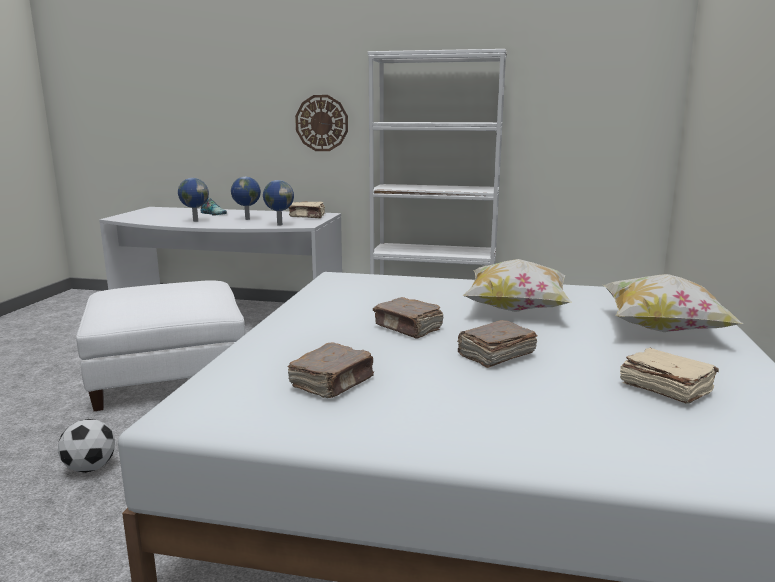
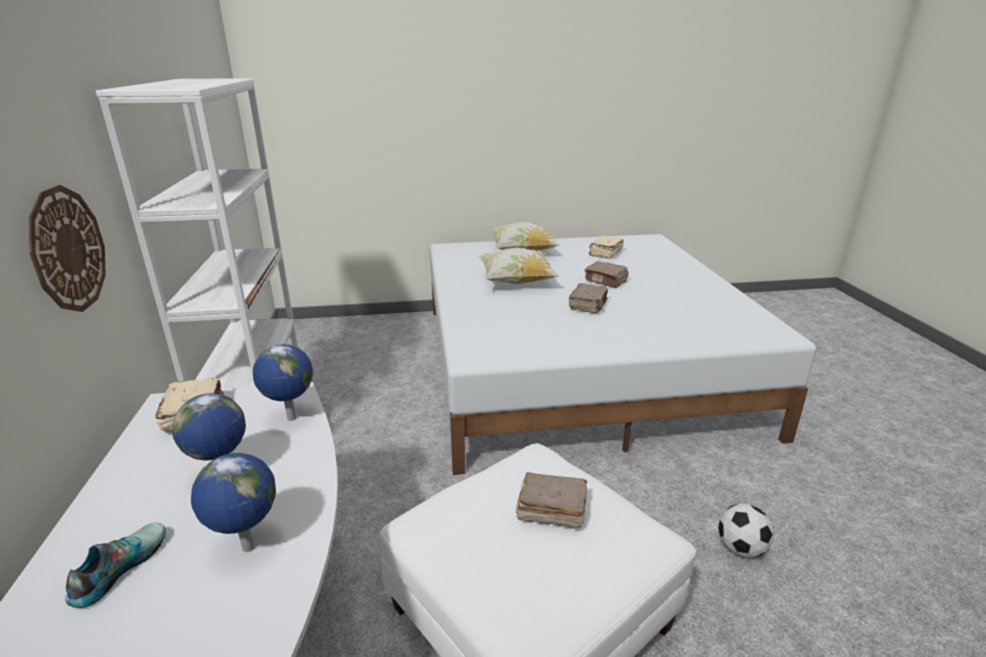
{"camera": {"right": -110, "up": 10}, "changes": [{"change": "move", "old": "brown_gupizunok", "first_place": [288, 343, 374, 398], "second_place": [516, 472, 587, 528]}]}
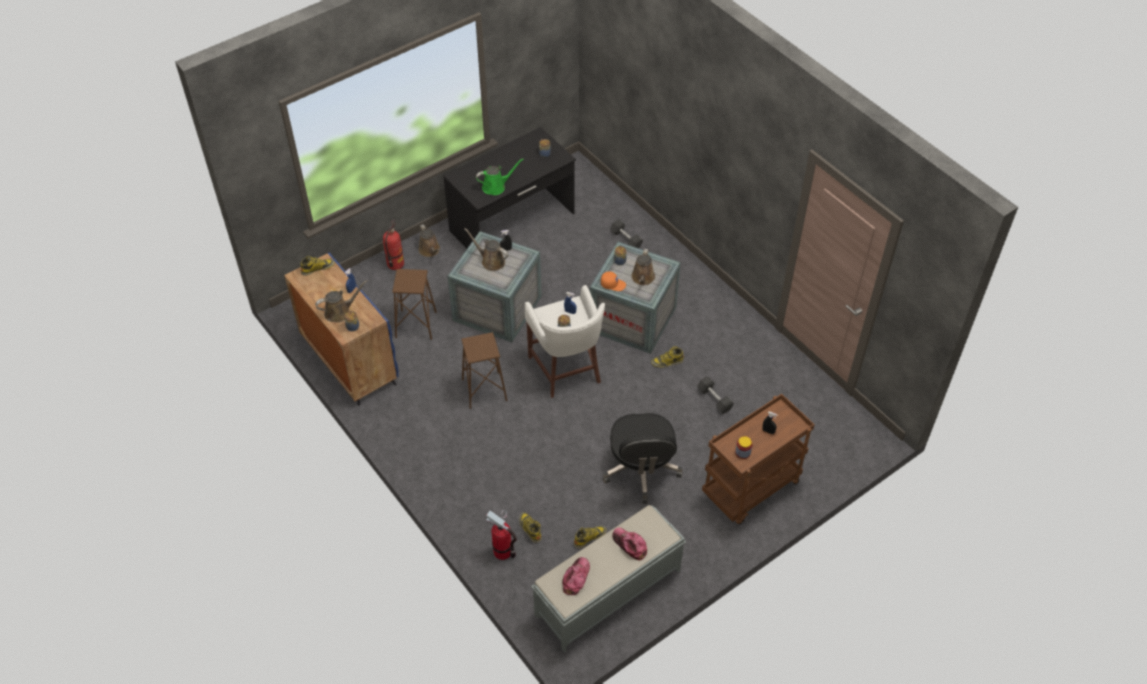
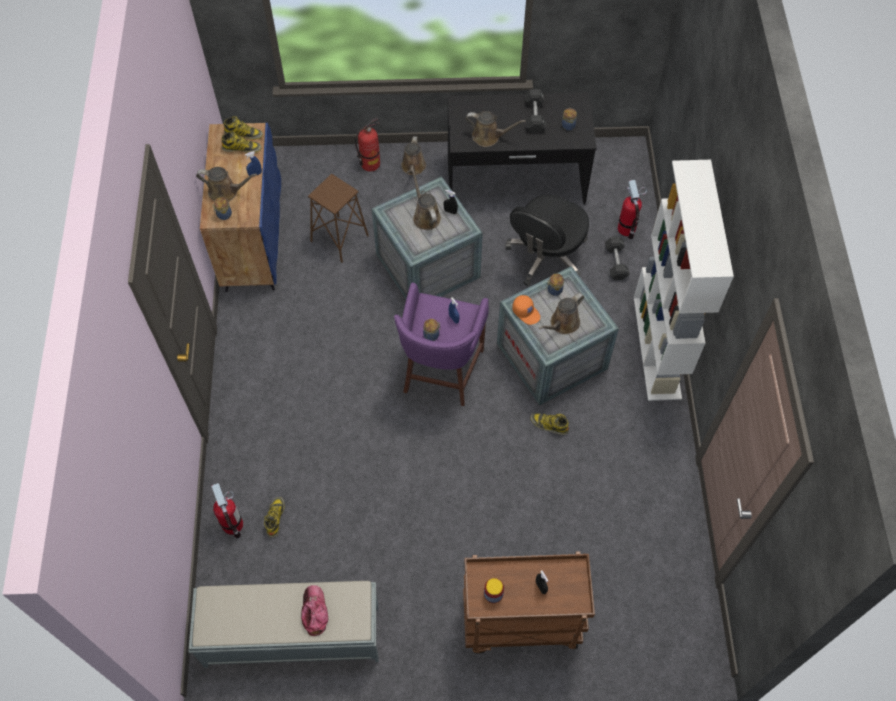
{"camera": {"right": 35, "up": 10}, "changes": [{"change": "delete", "old": "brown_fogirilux", "first_place": [461, 332, 508, 409]}, {"change": "recolor", "old": "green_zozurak", "new": "brown_zozurak", "first_place": [476, 158, 524, 195], "second_place": [466, 111, 526, 147]}, {"change": "recolor", "old": "white_fogirilux", "new": "purple_fogirilux", "first_place": [525, 285, 605, 398], "second_place": [394, 283, 489, 406]}, {"change": "delete", "old": "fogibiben", "first_place": [562, 557, 590, 595]}, {"change": "move", "old": "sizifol", "first_place": [574, 526, 607, 548], "second_place": [221, 131, 262, 153]}, {"change": "move", "old": "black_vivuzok", "first_place": [603, 413, 683, 504], "second_place": [505, 195, 589, 286]}, {"change": "move", "old": "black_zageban", "first_place": [697, 377, 734, 414], "second_place": [525, 89, 546, 133]}, {"change": "insert", "new": "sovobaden", "second_place": [617, 180, 647, 239]}, {"change": "insert", "new": "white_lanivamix", "second_place": [634, 160, 734, 401]}]}
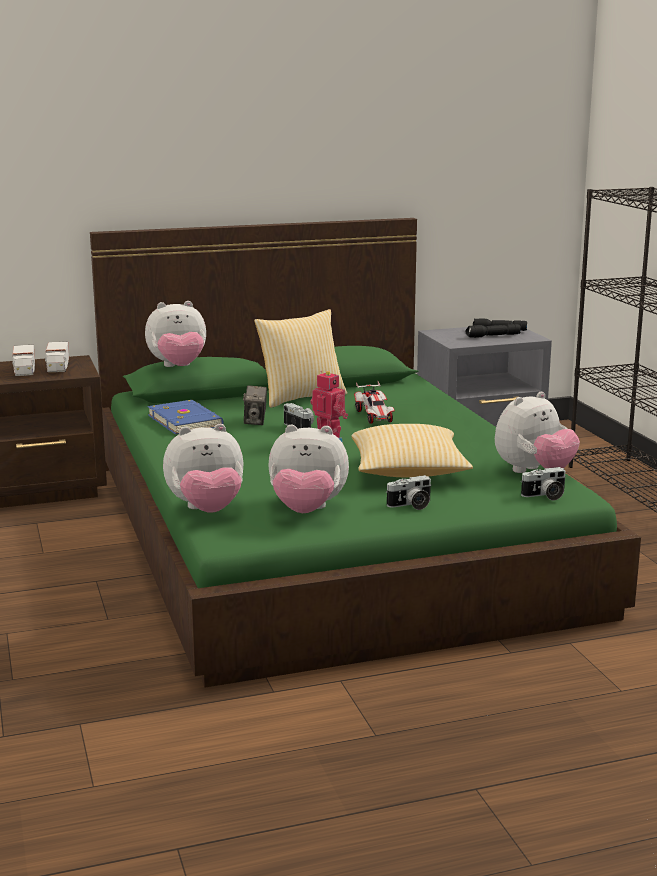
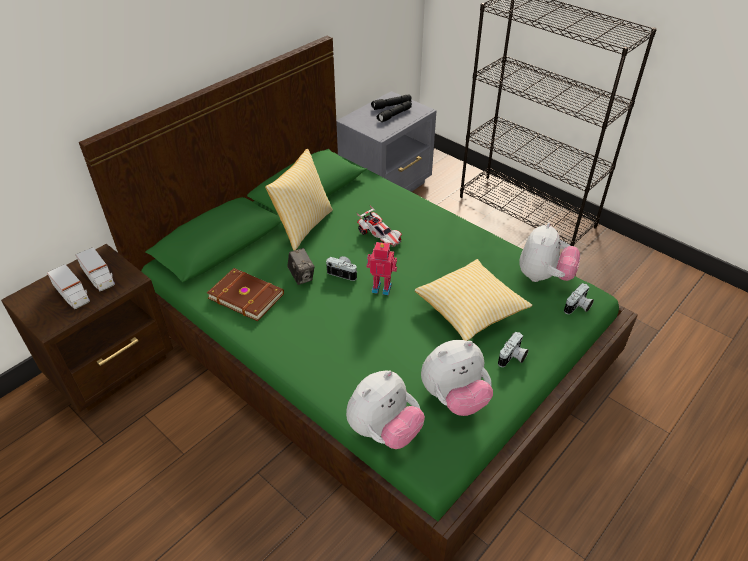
{"camera": {"right": -30, "up": 25}, "changes": [{"change": "delete", "old": "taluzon", "first_place": [145, 301, 206, 367]}, {"change": "recolor", "old": "blue_gupizunok", "new": "brown_gupizunok", "first_place": [147, 400, 223, 434], "second_place": [207, 268, 284, 321]}]}
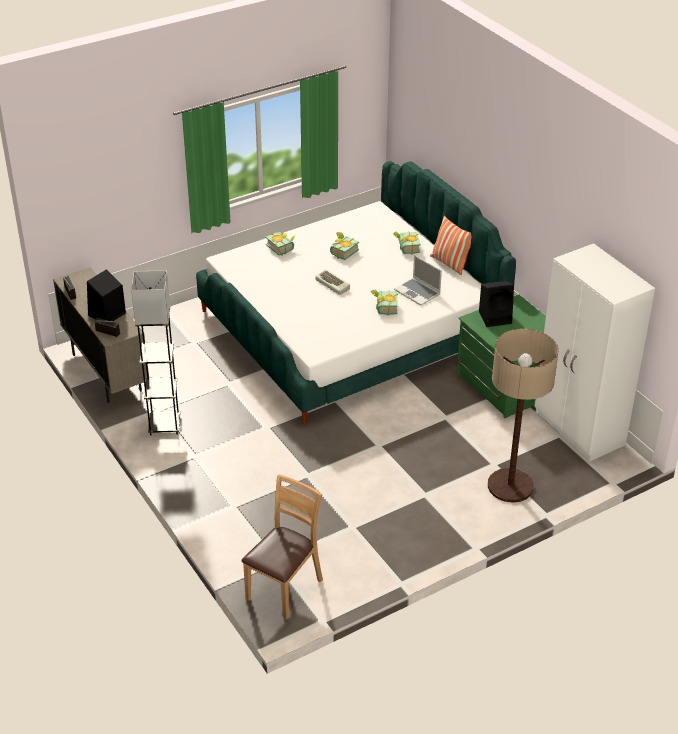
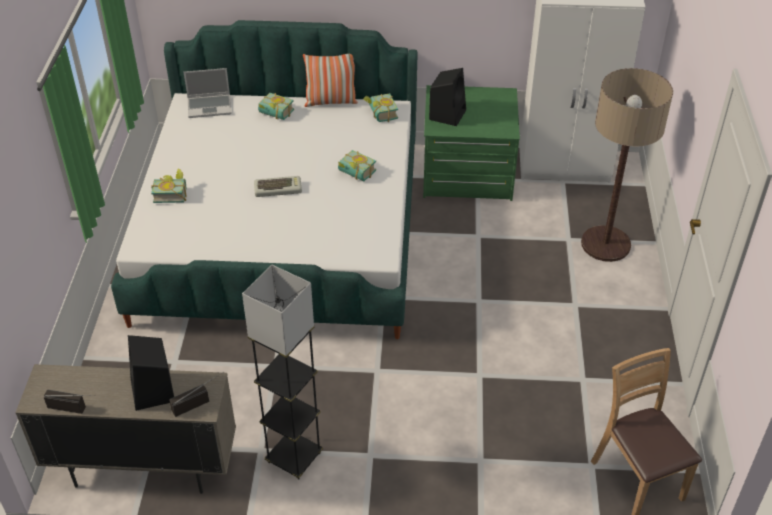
{"camera": {"right": -55, "up": 5}, "changes": [{"change": "move", "old": "gupizunok", "first_place": [330, 232, 359, 260], "second_place": [363, 93, 398, 122]}, {"change": "move", "old": "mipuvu", "first_place": [394, 255, 442, 306], "second_place": [184, 68, 231, 118]}]}
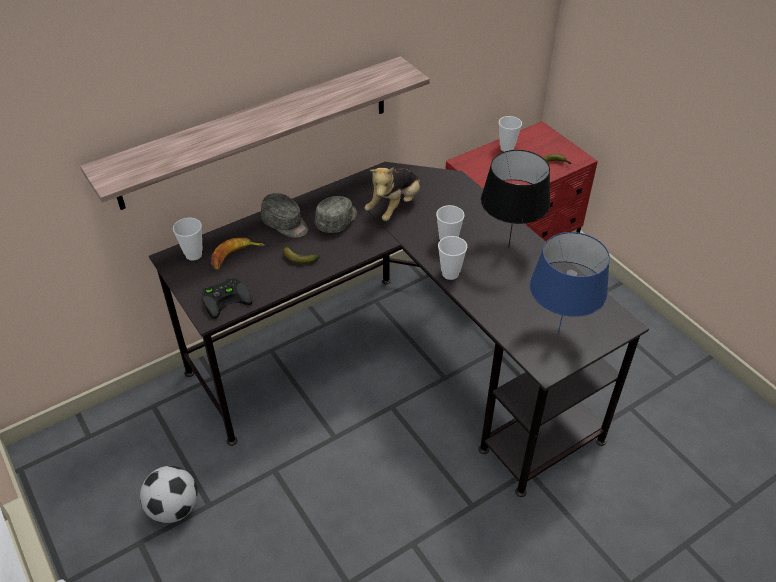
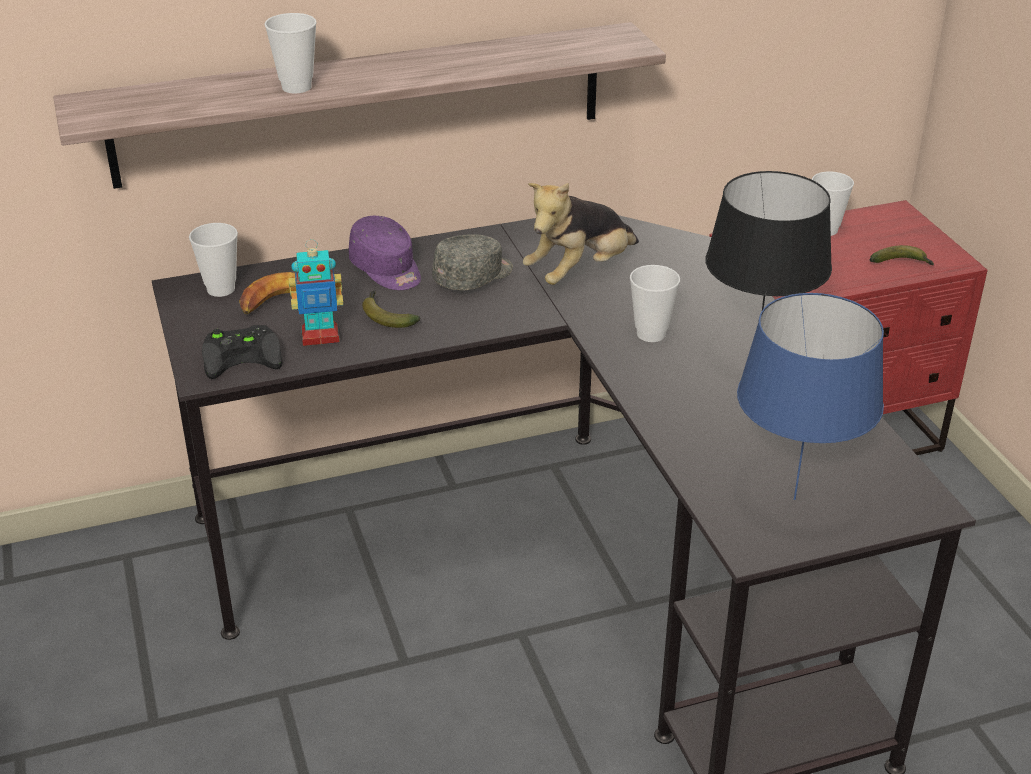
{"camera": {"right": 15, "up": -10}, "changes": [{"change": "delete", "old": "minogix", "first_place": [140, 466, 198, 523]}, {"change": "recolor", "old": "grey_fogibiben", "new": "purple_fogibiben", "first_place": [261, 193, 308, 238], "second_place": [349, 216, 421, 290]}, {"change": "move", "old": "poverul", "first_place": [438, 236, 467, 280], "second_place": [264, 13, 317, 93]}, {"change": "insert", "new": "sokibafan", "second_place": [288, 239, 343, 346]}]}
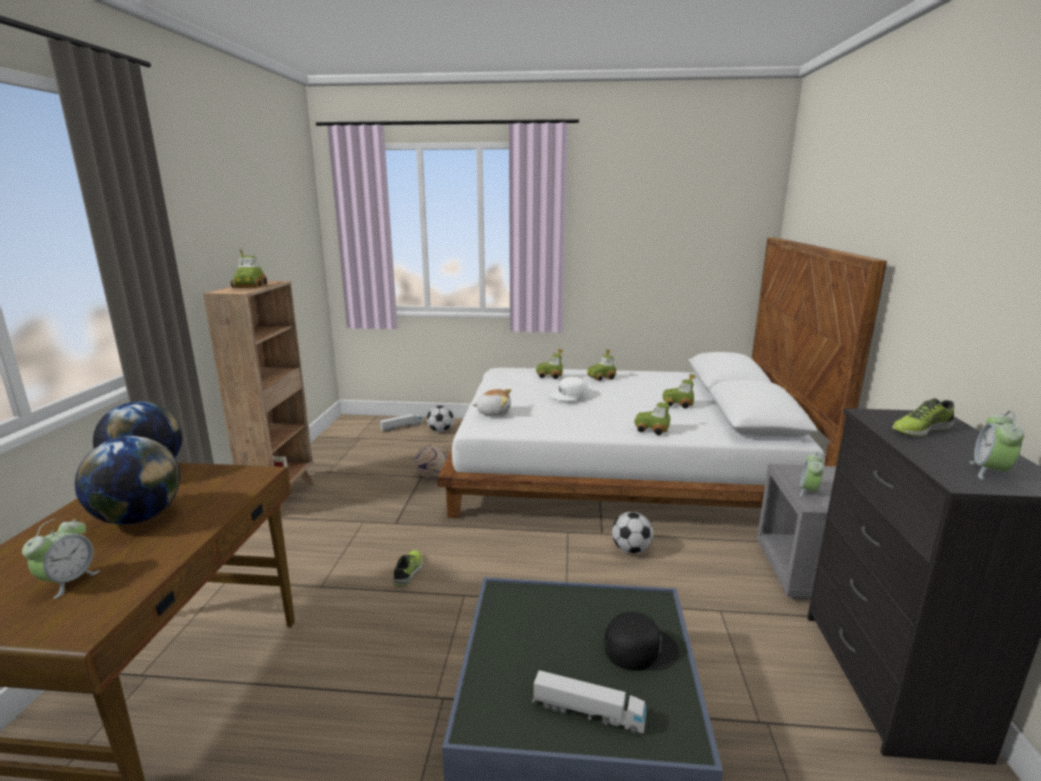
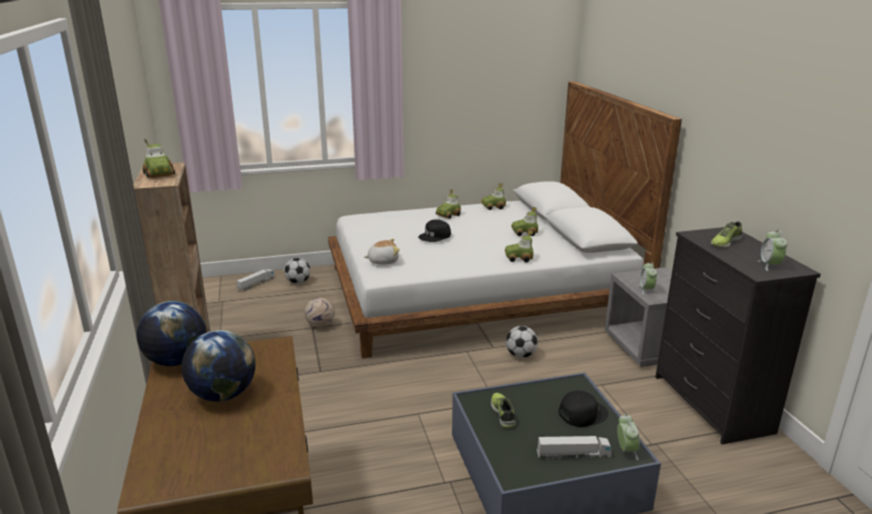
{"camera": {"right": -20, "up": 5}, "changes": [{"change": "move", "old": "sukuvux", "first_place": [22, 519, 101, 599], "second_place": [617, 414, 640, 460]}, {"change": "move", "old": "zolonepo", "first_place": [393, 550, 423, 587], "second_place": [491, 393, 516, 428]}, {"change": "move", "old": "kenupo", "first_place": [536, 349, 563, 379], "second_place": [481, 183, 506, 210]}, {"change": "recolor", "old": "white_fogibiben", "new": "black_fogibiben", "first_place": [550, 377, 589, 401], "second_place": [418, 219, 451, 242]}]}
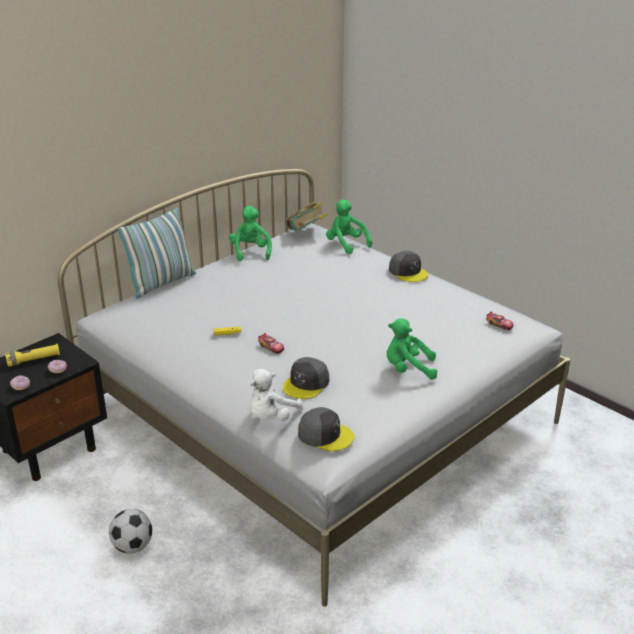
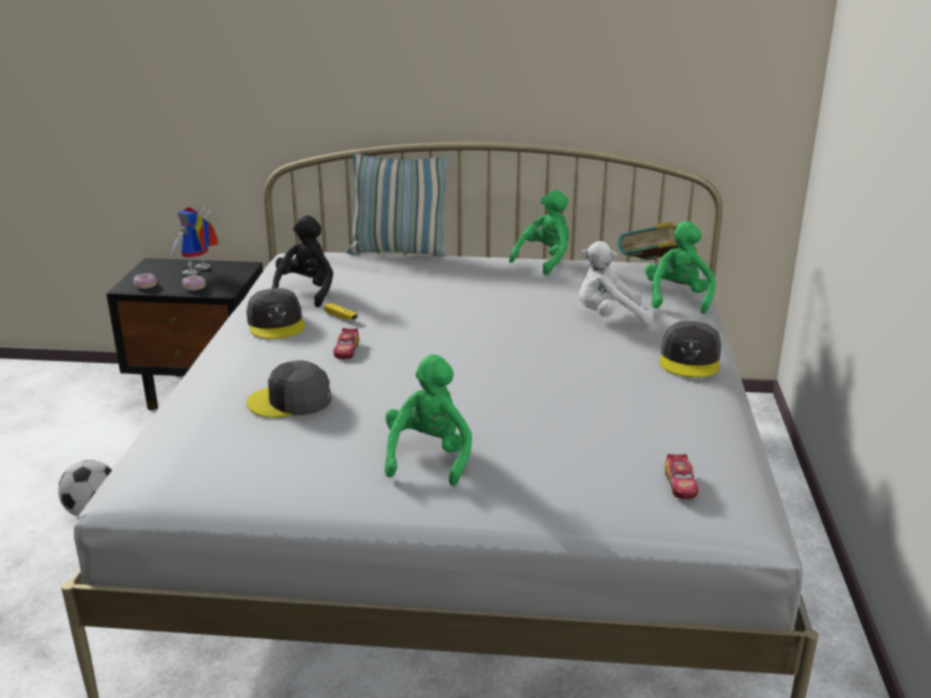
{"camera": {"right": 50, "up": -5}, "changes": [{"change": "replace", "old": "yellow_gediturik", "new": "sokibafan", "first_place": [5, 344, 60, 367], "second_place": [169, 207, 219, 276]}, {"change": "move", "old": "white_taluzon", "first_place": [250, 369, 303, 421], "second_place": [579, 241, 654, 324]}, {"change": "move", "old": "grey_fogibiben", "first_place": [298, 407, 354, 451], "second_place": [246, 288, 305, 339]}, {"change": "rotate", "old": "green_taluzon", "first_place": [387, 318, 437, 380], "second_place": [385, 354, 472, 486], "degrees": 45}, {"change": "insert", "new": "black_taluzon", "second_place": [272, 215, 333, 307]}]}
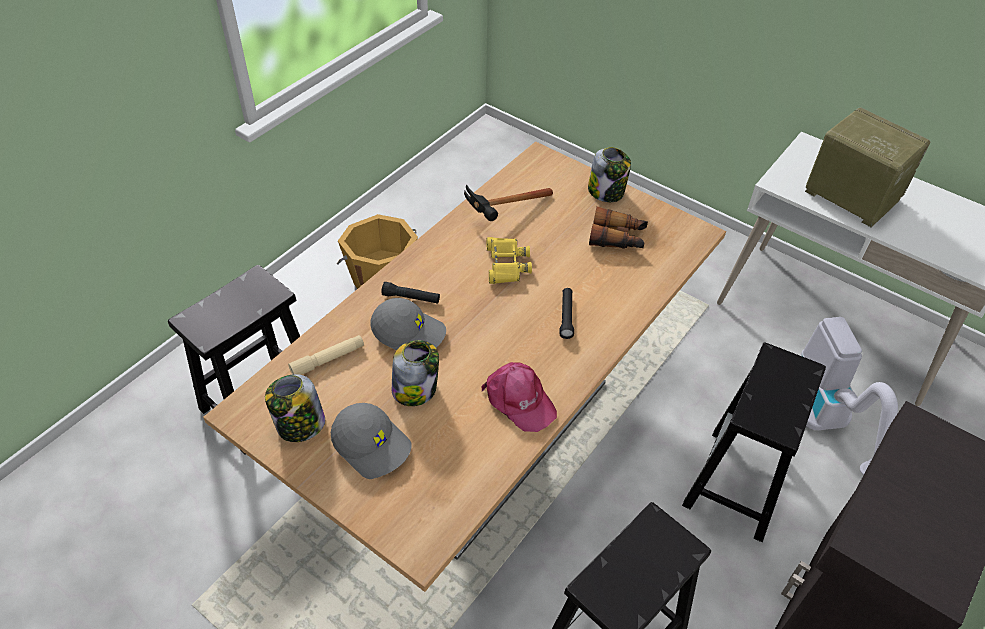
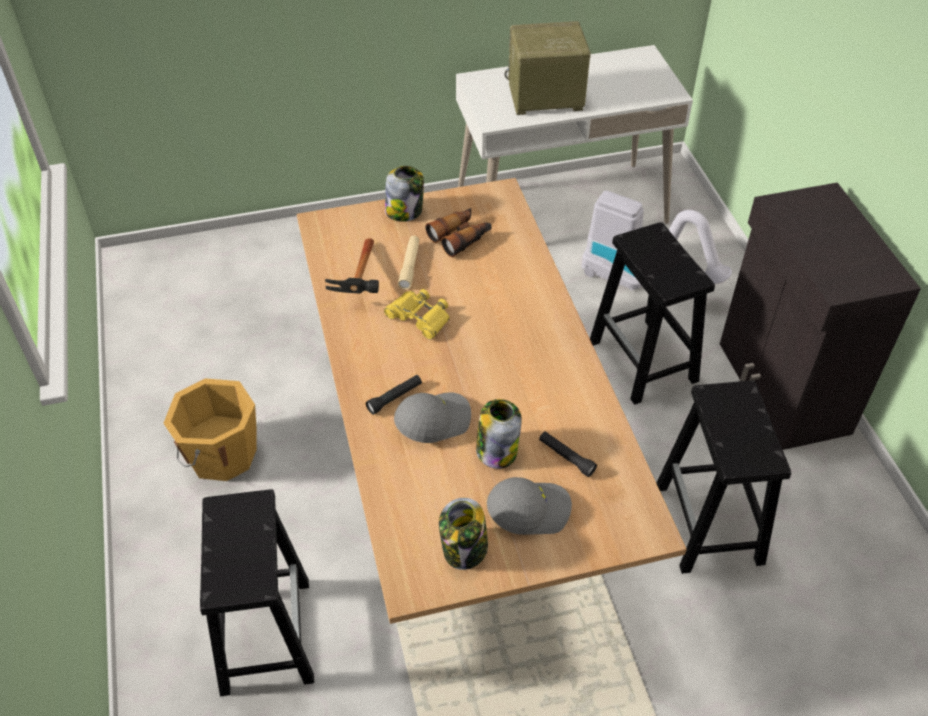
{"camera": {"right": -50, "up": 0}, "changes": [{"change": "move", "old": "beige_gediturik", "first_place": [288, 335, 364, 375], "second_place": [398, 236, 419, 290]}, {"change": "delete", "old": "pink_fogibiben", "first_place": [481, 362, 557, 432]}, {"change": "move", "old": "black_gediturik", "first_place": [560, 288, 574, 339], "second_place": [539, 431, 597, 477]}]}
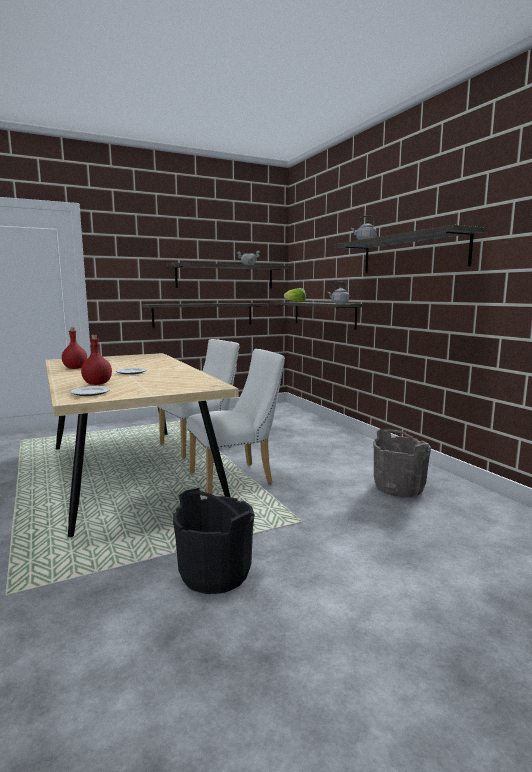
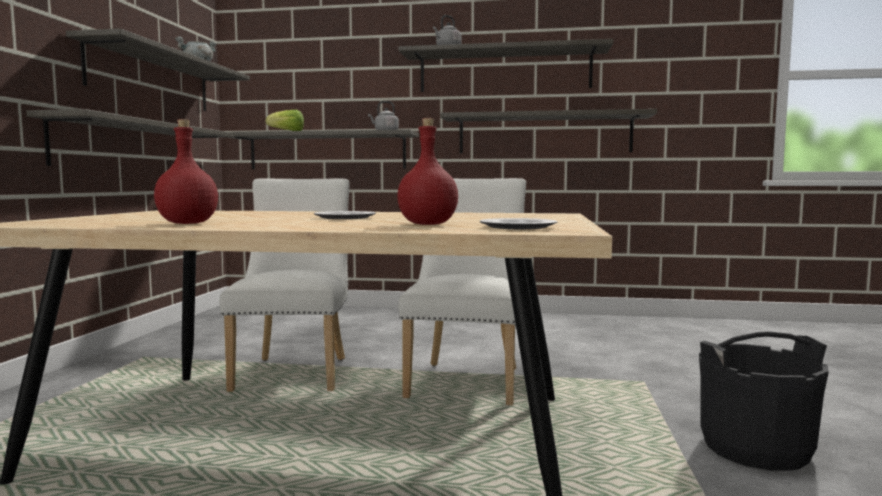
{"camera": {"right": -55, "up": -5}, "changes": [{"change": "delete", "old": "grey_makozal", "first_place": [373, 429, 431, 497]}, {"change": "insert", "new": "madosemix", "second_place": [440, 109, 657, 153]}]}
